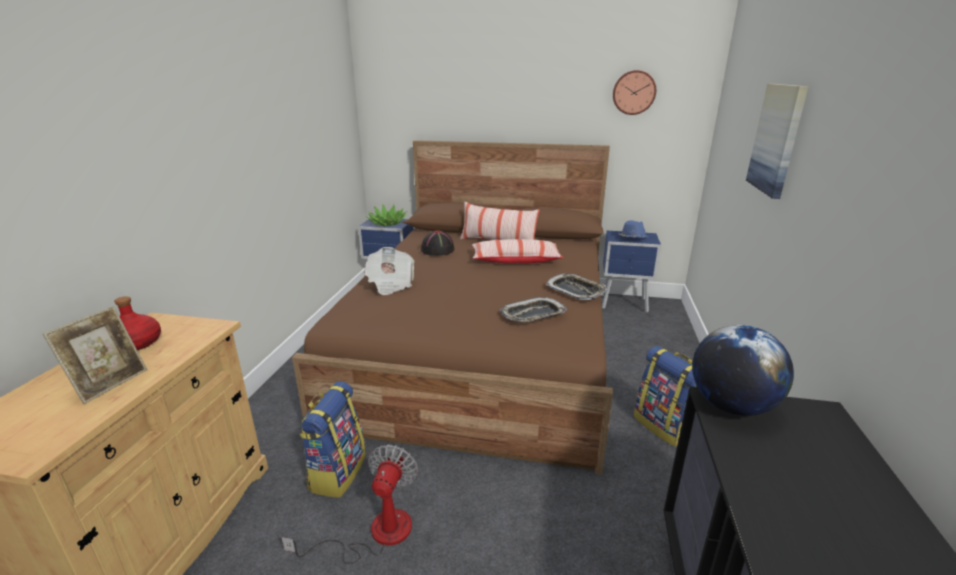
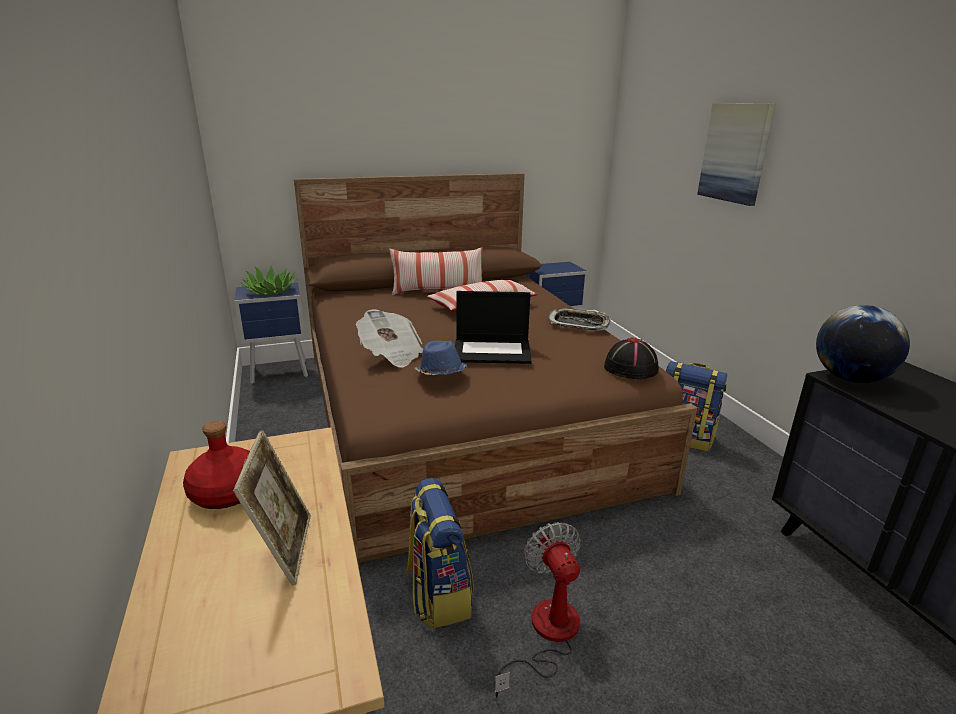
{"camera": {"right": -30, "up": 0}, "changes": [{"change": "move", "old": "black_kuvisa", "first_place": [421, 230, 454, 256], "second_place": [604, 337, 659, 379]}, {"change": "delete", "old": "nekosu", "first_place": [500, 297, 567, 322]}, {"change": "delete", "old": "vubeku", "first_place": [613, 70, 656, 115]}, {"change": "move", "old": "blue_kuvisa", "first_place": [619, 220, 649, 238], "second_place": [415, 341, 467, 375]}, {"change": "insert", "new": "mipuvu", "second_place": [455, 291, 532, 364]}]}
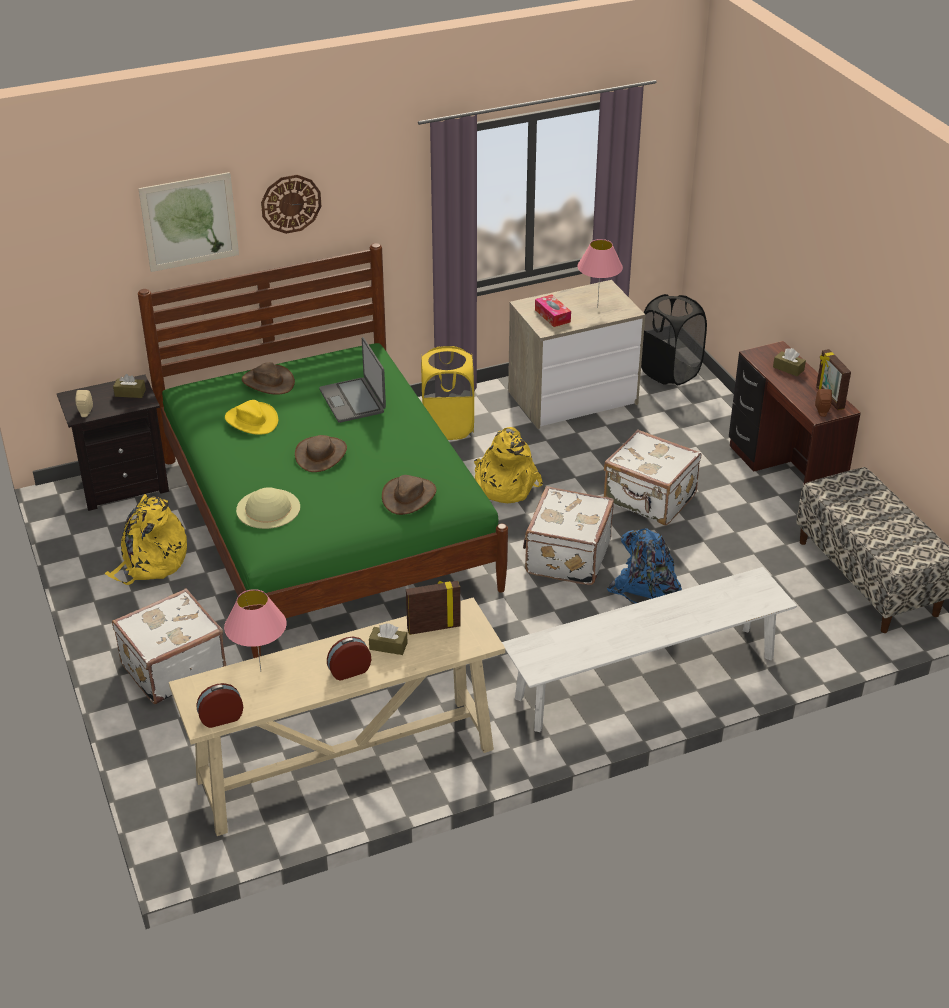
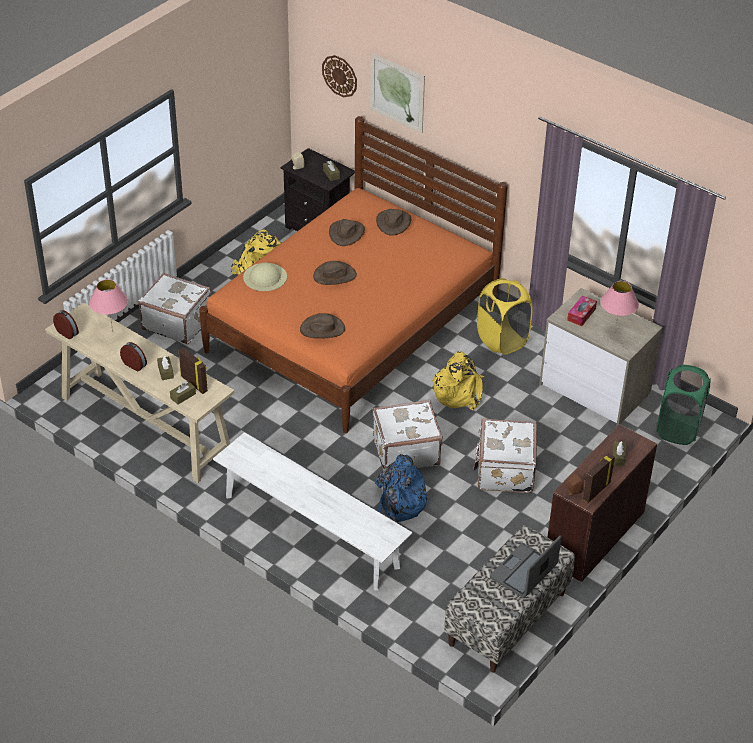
{"camera": {"right": 60, "up": 5}, "changes": [{"change": "recolor", "old": "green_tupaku", "new": "orange_tupaku", "first_place": [138, 243, 508, 658], "second_place": [199, 116, 508, 433]}, {"change": "recolor", "old": "yellow_kuvisa", "new": "brown_kuvisa", "first_place": [225, 400, 278, 435], "second_place": [329, 219, 365, 246]}, {"change": "move", "old": "vubeku", "first_place": [261, 175, 322, 234], "second_place": [322, 55, 357, 97]}, {"change": "move", "old": "mipuvu", "first_place": [319, 337, 386, 423], "second_place": [490, 535, 562, 598]}, {"change": "recolor", "old": "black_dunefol", "new": "green_dunefol", "first_place": [641, 294, 707, 385], "second_place": [657, 365, 711, 445]}, {"change": "insert", "new": "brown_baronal", "second_place": [170, 381, 196, 405]}]}
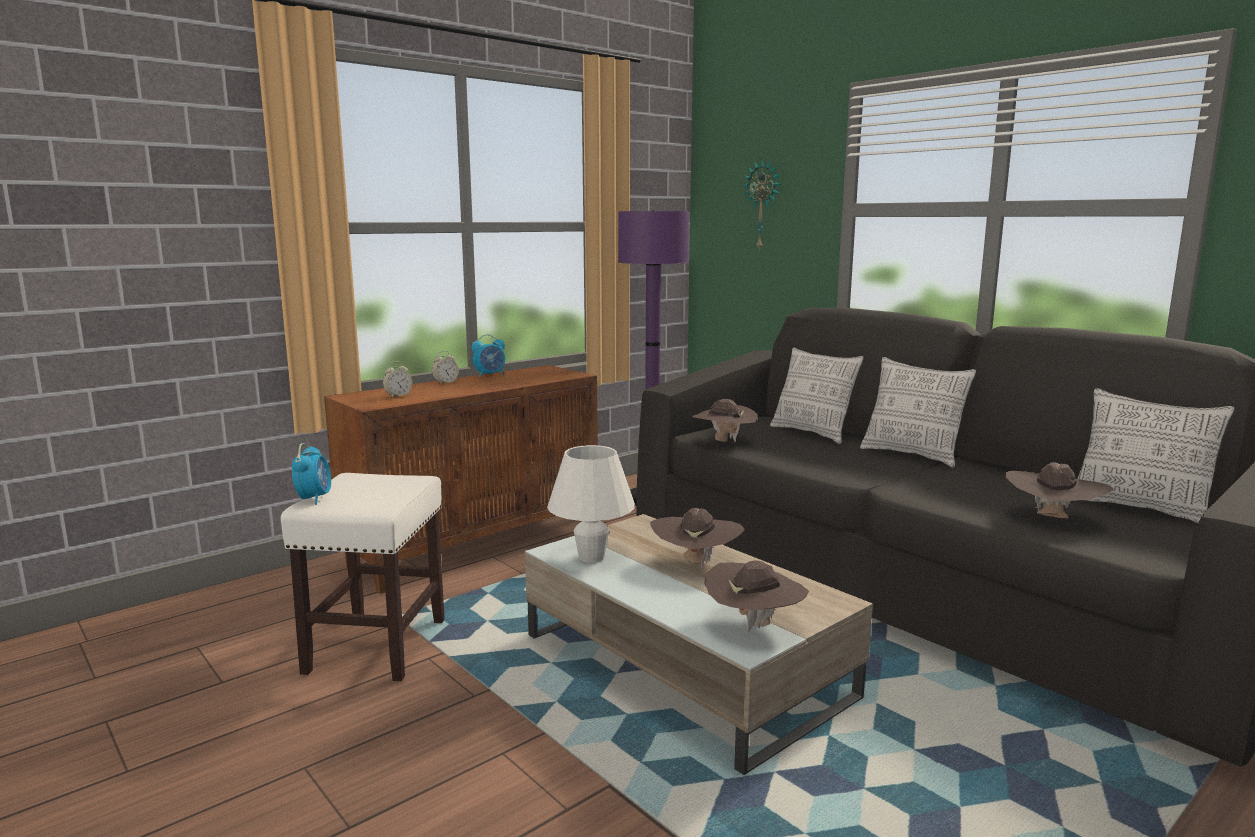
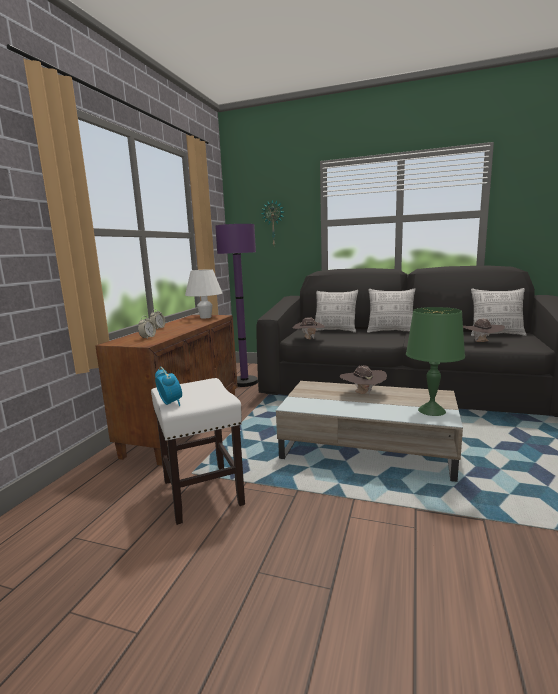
{"camera": {"right": -30, "up": 0}, "changes": [{"change": "delete", "old": "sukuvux", "first_place": [471, 334, 505, 377]}, {"change": "move", "old": "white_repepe", "first_place": [547, 445, 635, 563], "second_place": [185, 269, 222, 318]}, {"change": "replace", "old": "brown_kuvisa", "new": "green_repepe", "first_place": [704, 561, 809, 632], "second_place": [406, 307, 465, 416]}]}
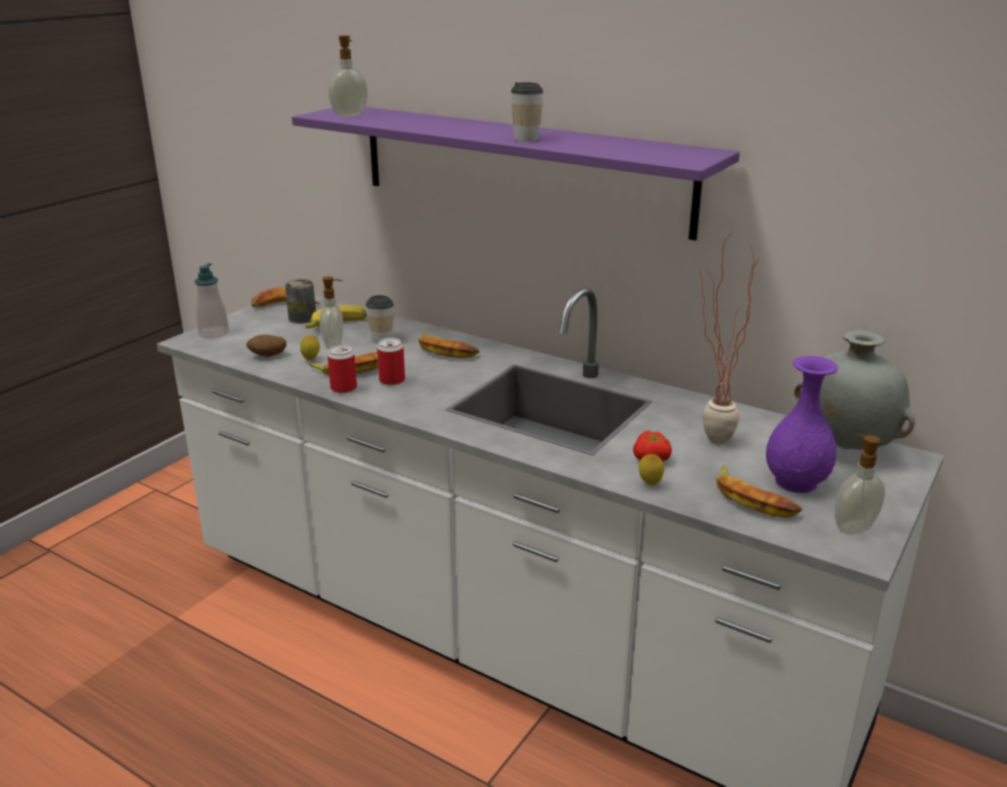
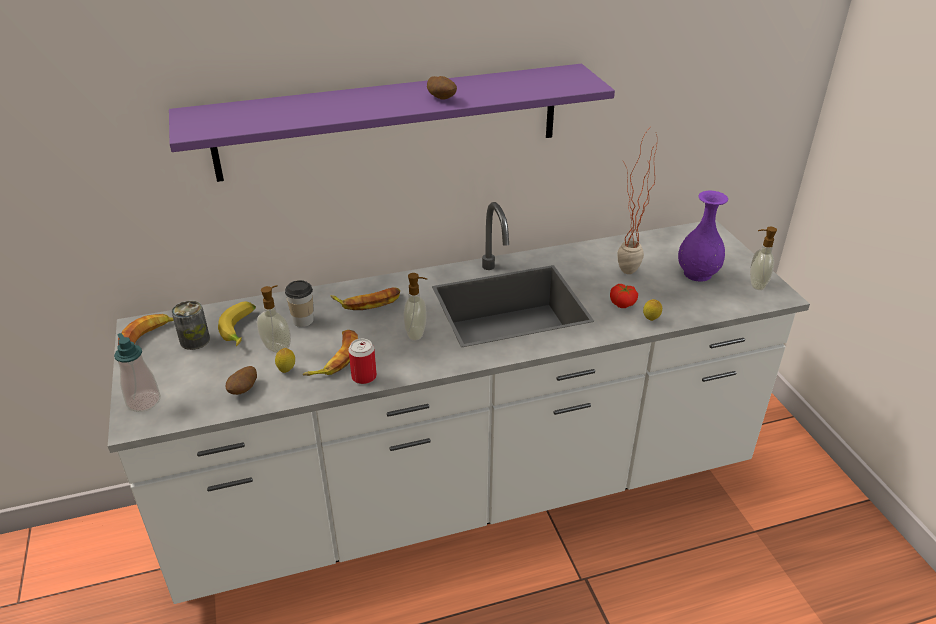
{"camera": {"right": -50, "up": 10}, "changes": [{"change": "move", "old": "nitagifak", "first_place": [328, 35, 368, 117], "second_place": [404, 273, 427, 341]}, {"change": "delete", "old": "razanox", "first_place": [377, 338, 405, 385]}, {"change": "replace", "old": "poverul", "new": "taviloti", "first_place": [511, 82, 544, 142], "second_place": [427, 76, 457, 100]}, {"change": "delete", "old": "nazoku", "first_place": [716, 465, 802, 518]}, {"change": "delete", "old": "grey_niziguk", "first_place": [794, 330, 915, 450]}]}
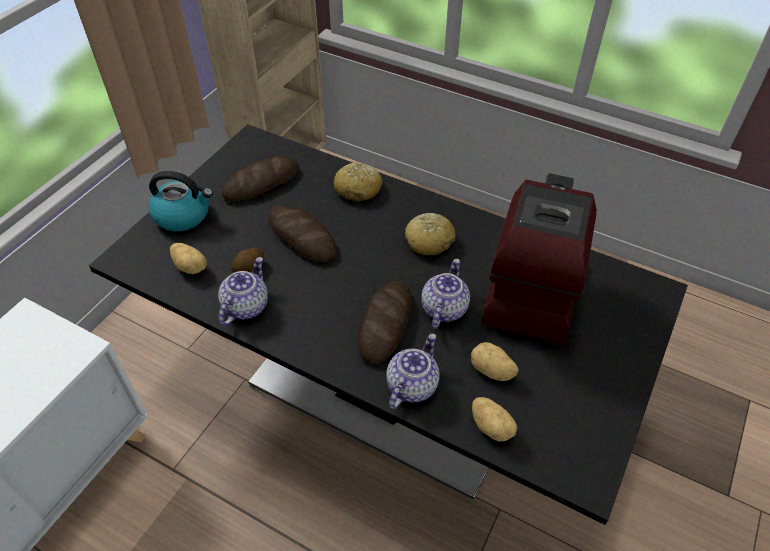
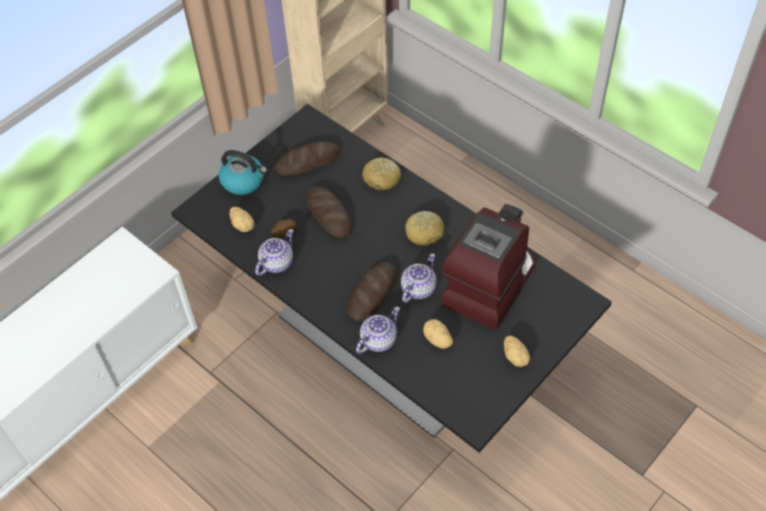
{"camera": {"right": 15, "up": 5}, "changes": [{"change": "move", "old": "taviloti", "first_place": [472, 397, 517, 442], "second_place": [504, 336, 530, 367]}]}
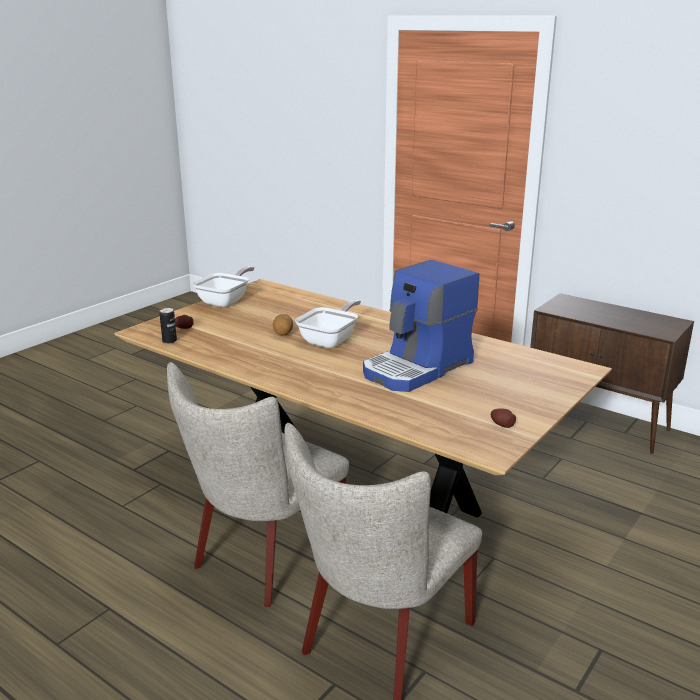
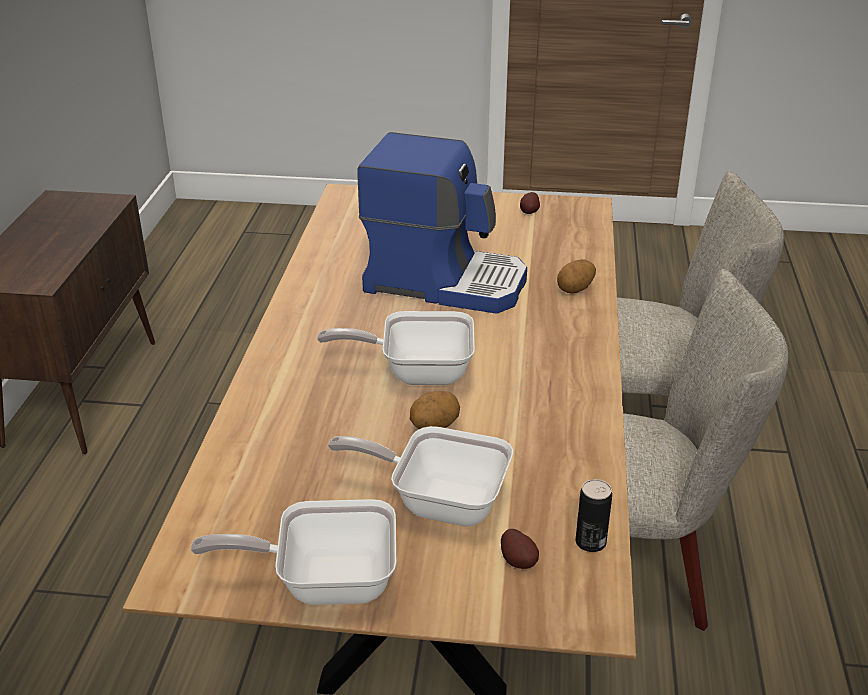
{"camera": {"right": -120, "up": 10}, "changes": [{"change": "insert", "new": "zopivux", "second_place": [328, 426, 513, 527]}, {"change": "insert", "new": "taviloti", "second_place": [557, 259, 596, 293]}]}
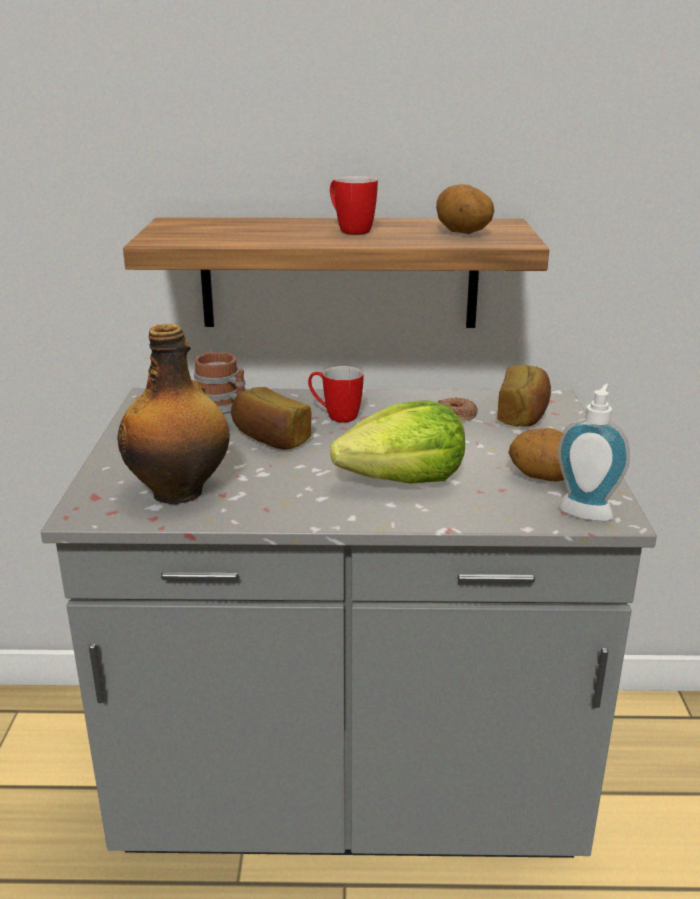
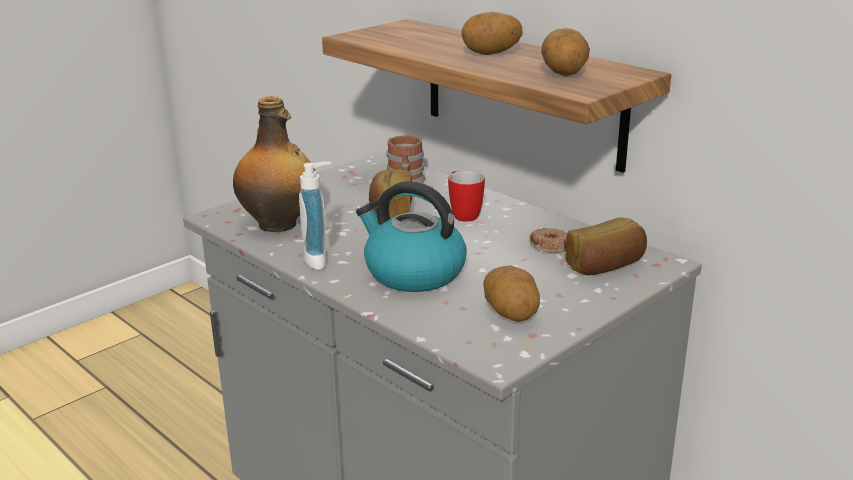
{"camera": {"right": 45, "up": 0}, "changes": [{"change": "replace", "old": "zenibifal", "new": "taviloti", "first_place": [330, 176, 378, 235], "second_place": [461, 12, 523, 55]}, {"change": "replace", "old": "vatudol", "new": "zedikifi", "first_place": [330, 401, 465, 484], "second_place": [356, 181, 467, 292]}, {"change": "move", "old": "nitagifak", "first_place": [558, 384, 630, 521], "second_place": [299, 162, 331, 270]}]}
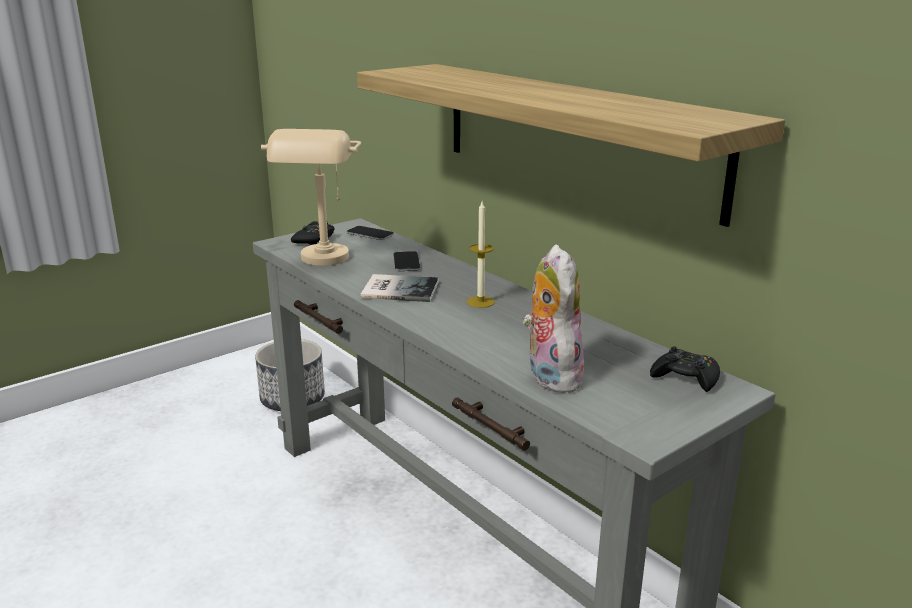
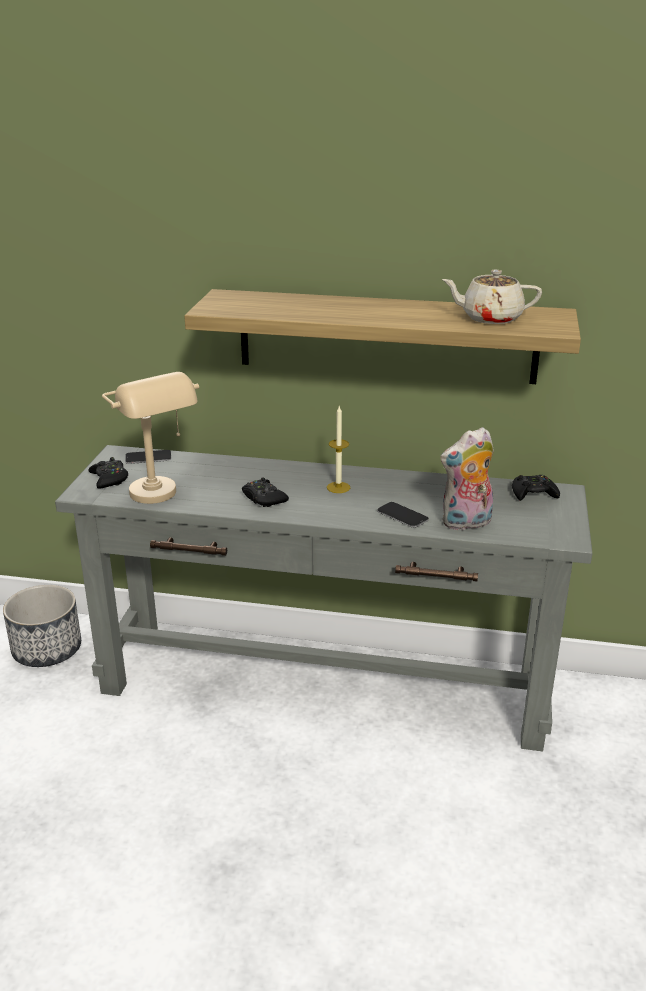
{"camera": {"right": -40, "up": 5}, "changes": [{"change": "replace", "old": "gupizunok", "new": "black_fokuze", "first_place": [361, 274, 439, 302], "second_place": [242, 478, 289, 507]}, {"change": "move", "old": "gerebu", "first_place": [394, 251, 420, 271], "second_place": [377, 502, 429, 528]}, {"change": "rotate", "old": "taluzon", "first_place": [523, 244, 584, 393], "second_place": [440, 427, 494, 530], "degrees": -60}, {"change": "insert", "new": "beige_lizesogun", "second_place": [441, 270, 542, 324]}]}
